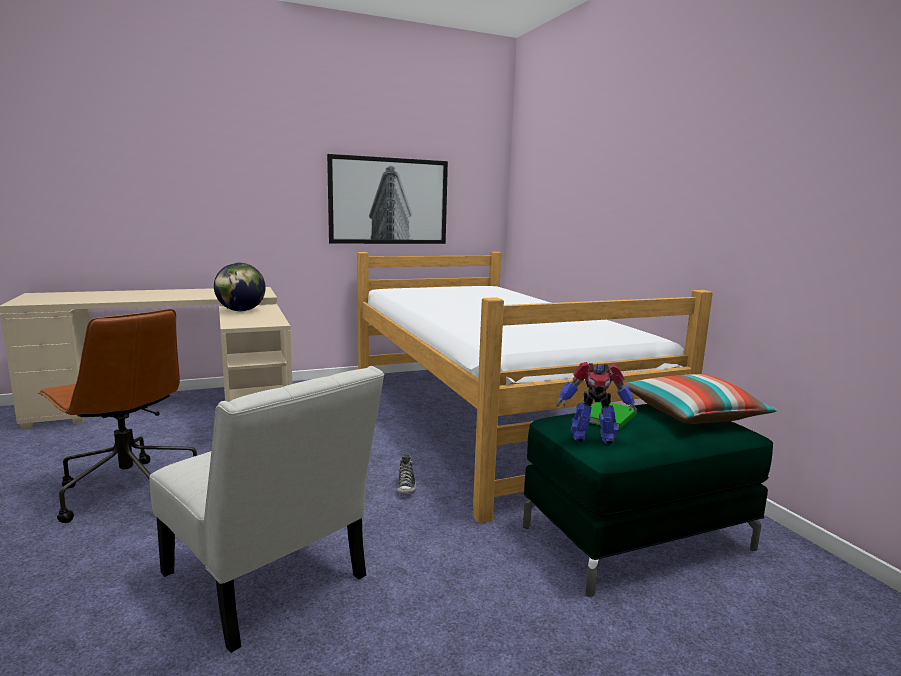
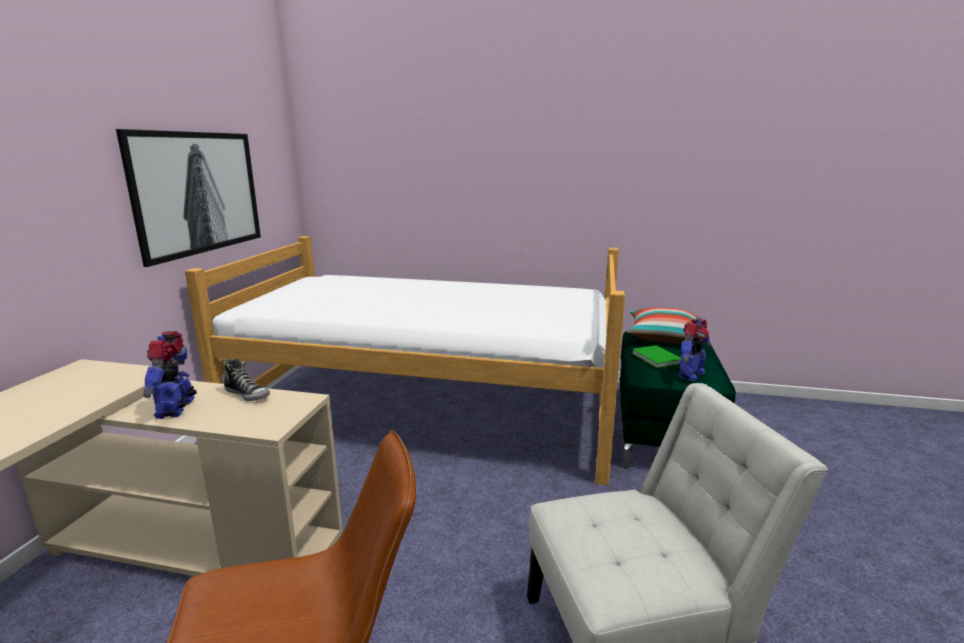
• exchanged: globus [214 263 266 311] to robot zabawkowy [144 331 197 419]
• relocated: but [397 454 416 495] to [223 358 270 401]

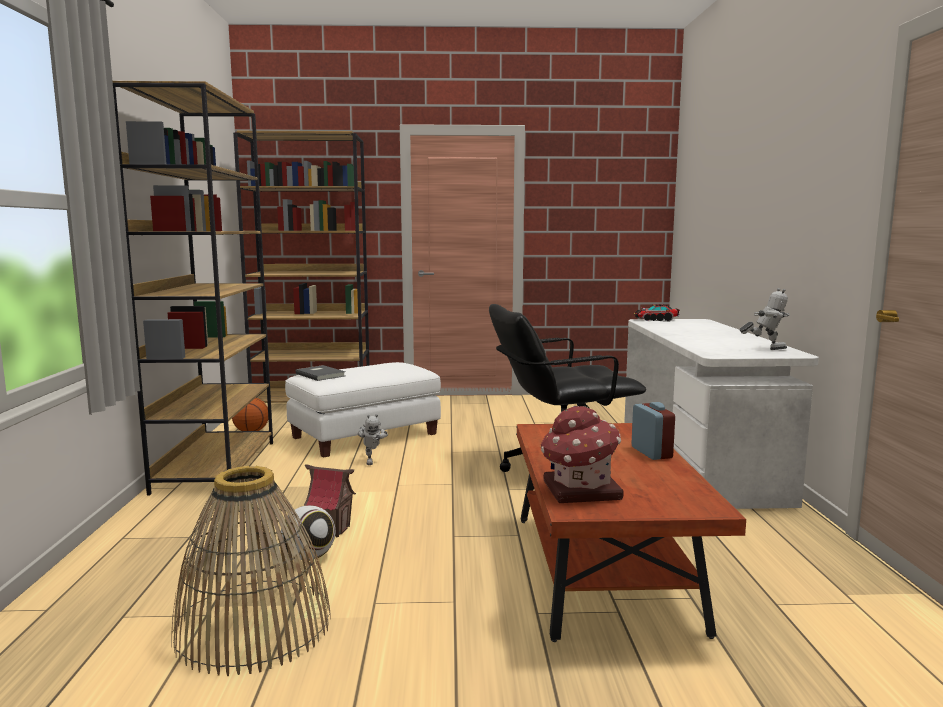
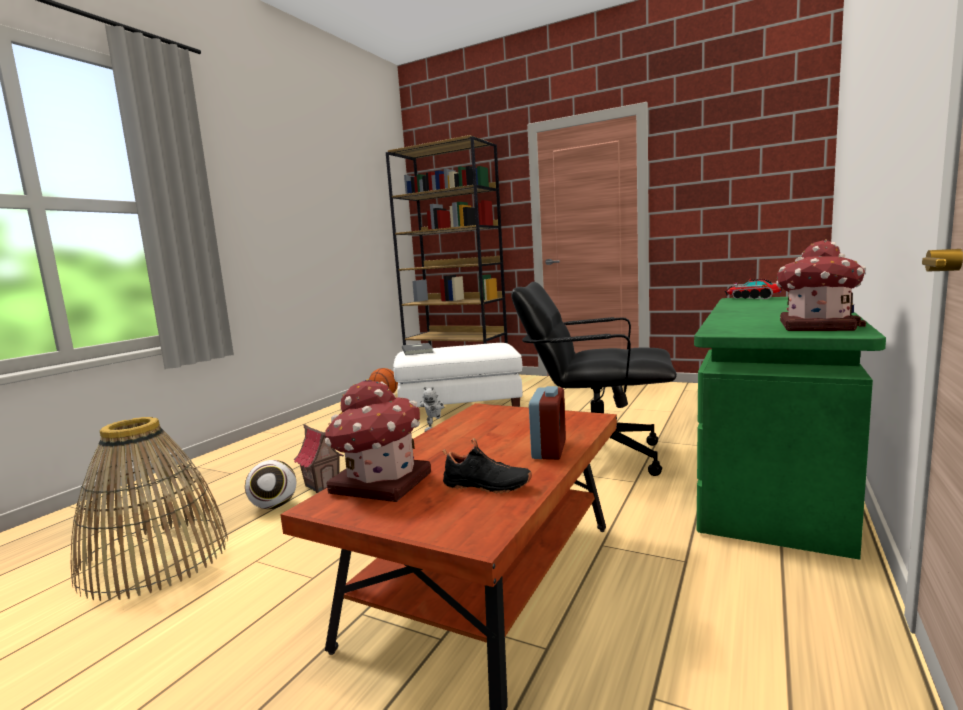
• missing: regał (brązowy) [113 81 273 496]
• colour: biurko (biały) [624 319 819 509] to biurko (zielony) [694 297 886 560]
• exchanged: robot zabawkowy [739 288 790 350] to domek [776 239 866 331]
• appeared: but (czarny) [442 438 532 493]

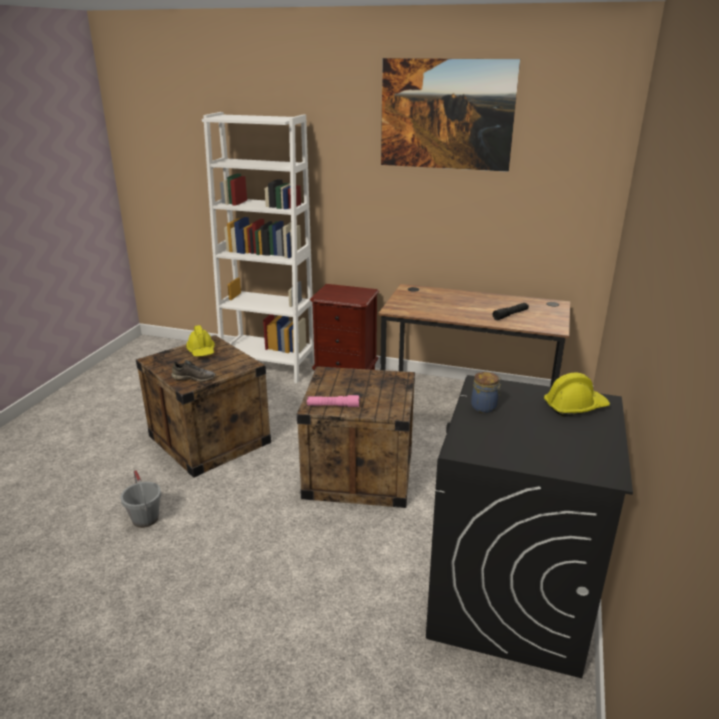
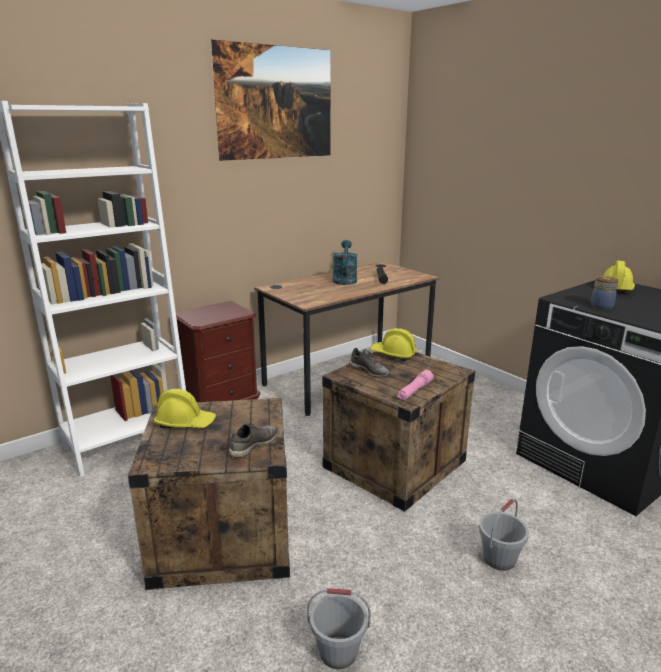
• appeared: konewka (turkusowy) [332 240 358 285]
• appeared: but (szary) [349 348 390 378]
• appeared: kask (żółty) [370 328 417 361]
• appeared: wiadro (szary) [479 499 529 571]

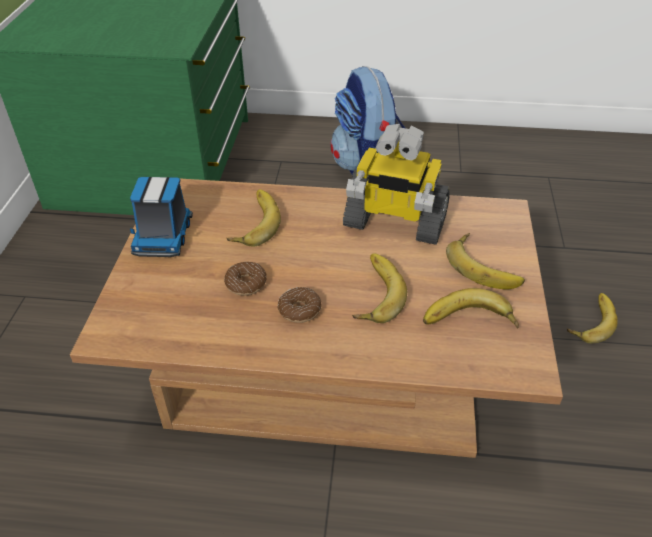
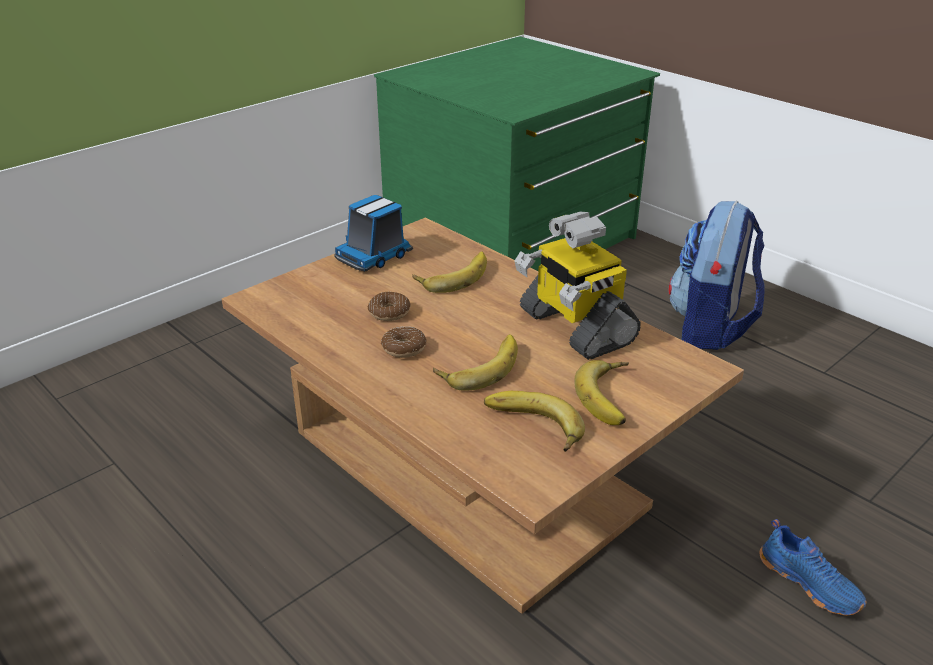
• exchanged: banan [567 293 618 343] to but (niebieski) [760 519 867 616]

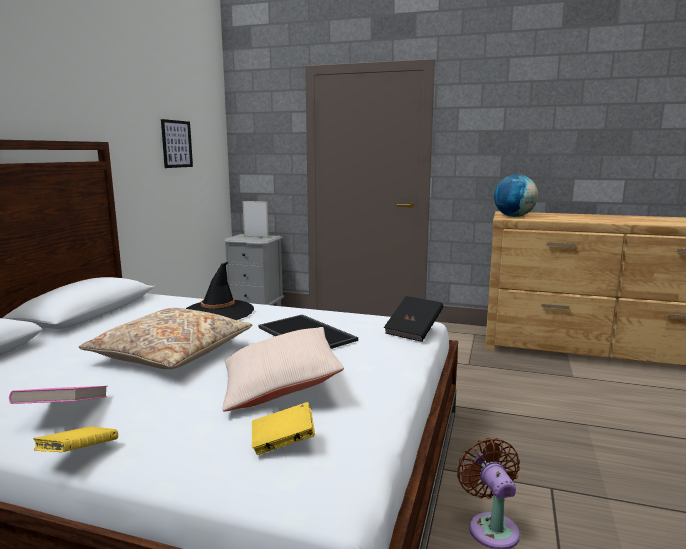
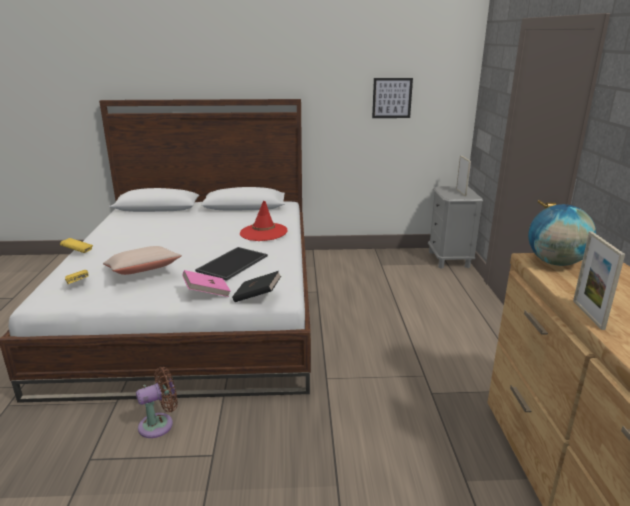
• relocated: książka (różowy) [9 386 108 404] to [182 270 231 297]
• missing: poduszka (beżowy) [79 308 253 369]
• colour: kapelusz (czarny) [186 261 254 320] to kapelusz (czerwony) [240 201 288 241]
• appeared: ramka na zdjęcie [573 232 625 330]

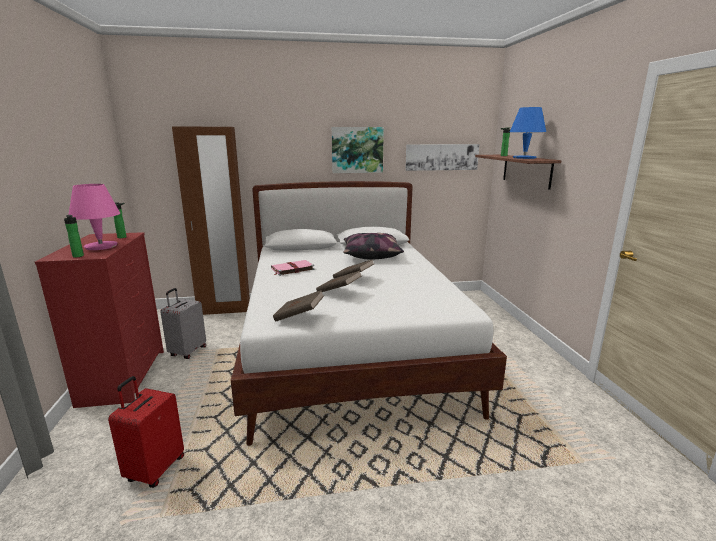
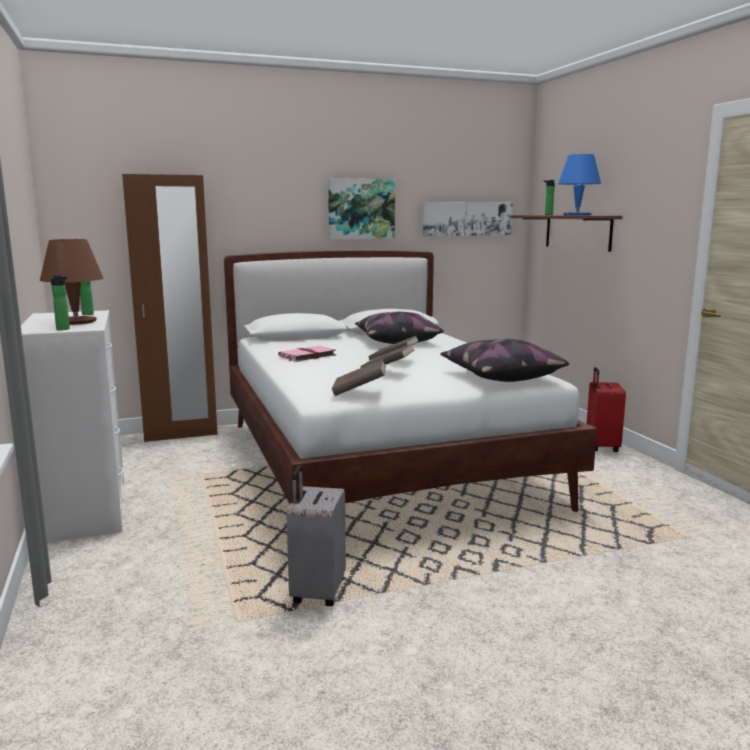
• colour: komoda (czerwony) [35 232 164 408] to komoda (biały) [21 310 124 543]
• colour: lampa stołowa (różowy) [69 184 120 250] to lampa stołowa (brązowy) [40 239 104 325]
• relocated: walizka (czerwony) [108 376 184 488] to [587 367 626 452]
• relocated: walizka (szary) [160 288 206 359] to [286 465 346 606]
• appeared: poduszka [440 339 569 382]

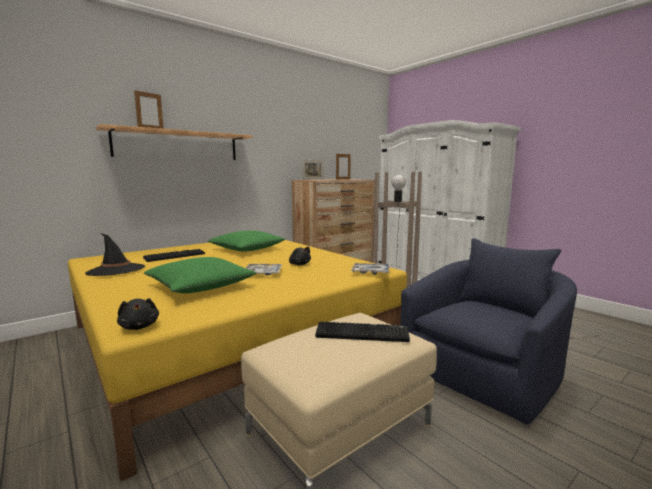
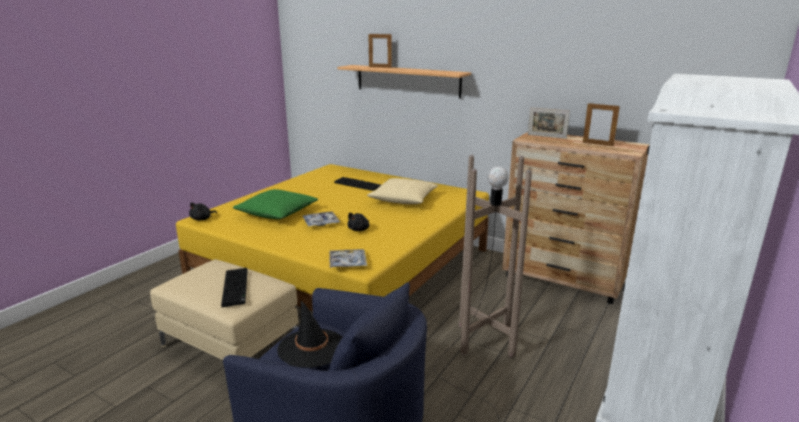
• relocated: kapelusz (czarny) [85 233 145 276] to [277 300 342 368]
• colour: poduszka (zielony) [208 230 285 252] to poduszka (beżowy) [367 178 438 204]

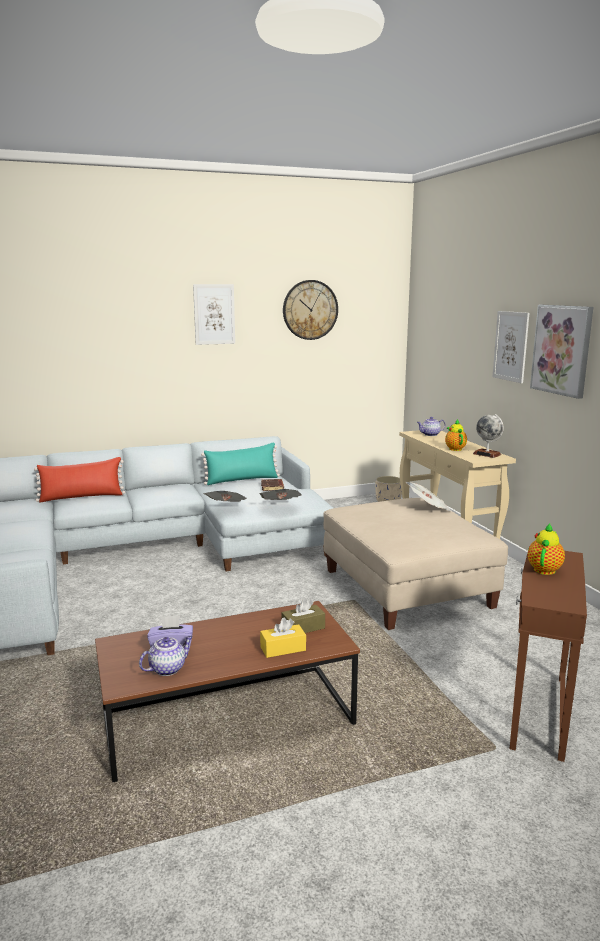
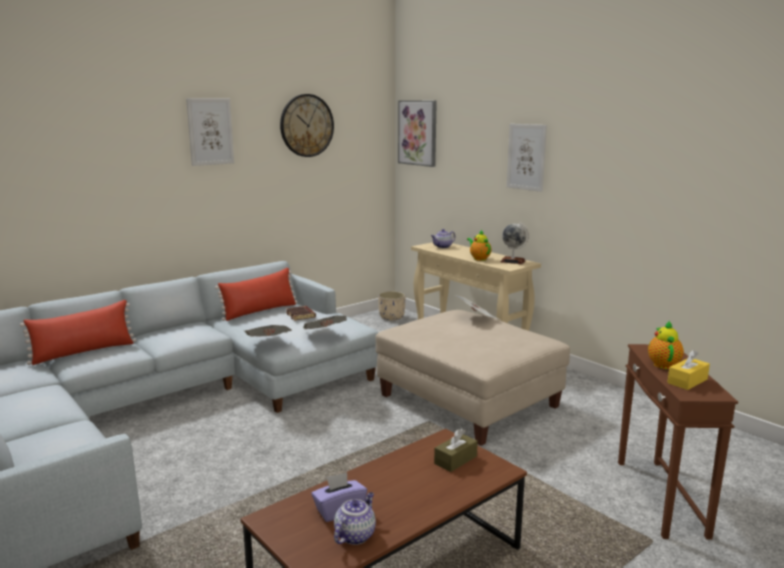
• colour: poduszka (turkusowy) [201 442 280 485] to poduszka (czerwony) [215 268 297 321]
• relocated: pudełko chusteczek (żółty) [260 617 306 658] to [667 350 710 390]
• relocated: obraz [530 305 593 399] to [398 100 437 167]

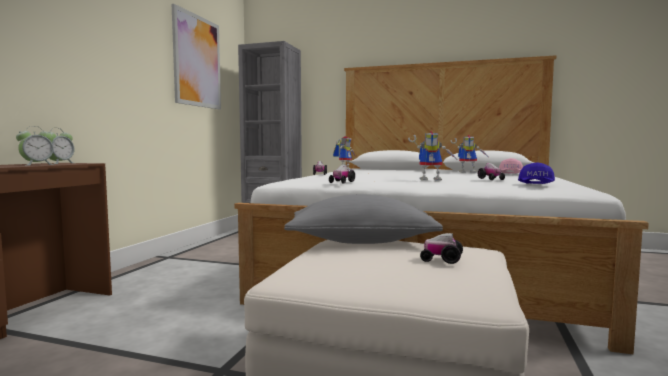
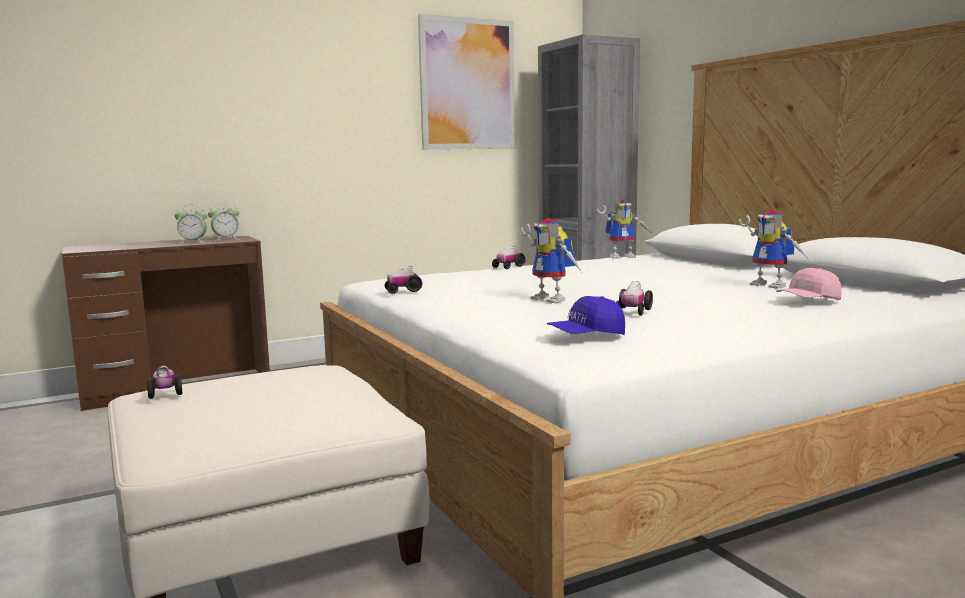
• missing: poduszka (szary) [284 194 443 244]
• relocated: samochodzik [420 233 463 264] to [147 366 182 399]

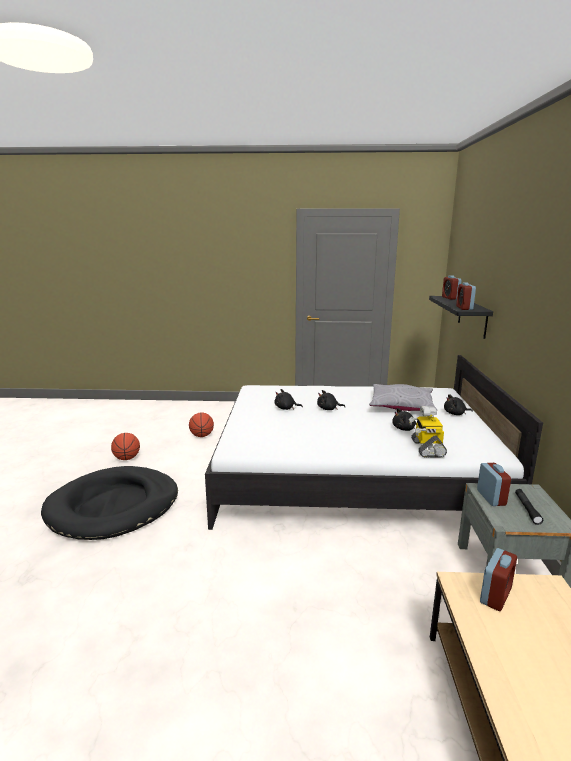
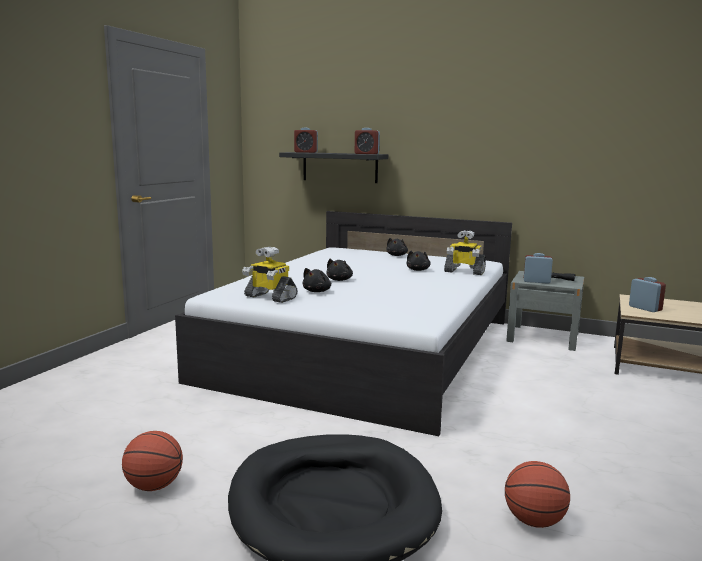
• relocated: piłka do koszykówki [189 412 214 437] to [505 461 570 528]
• missing: poduszka (szary) [369 384 437 411]
• appeared: robot zabawkowy [242 247 297 303]

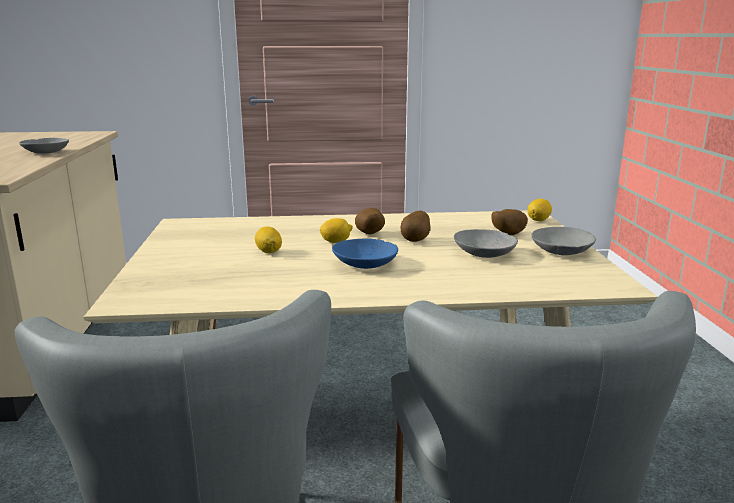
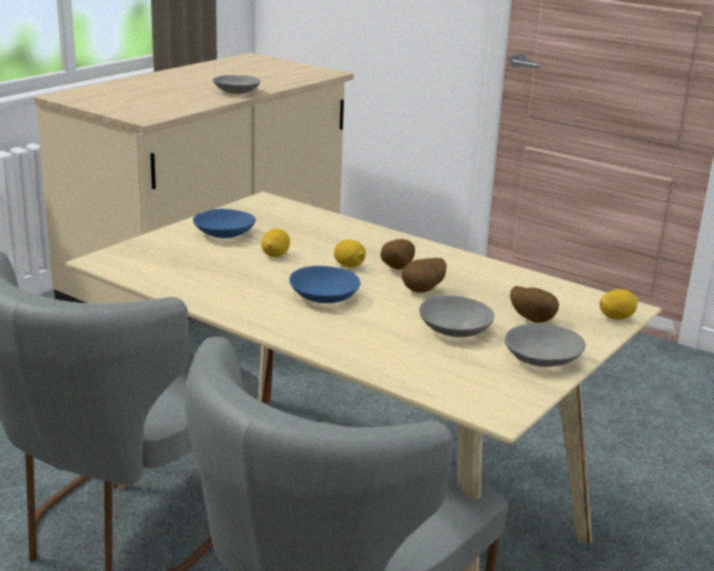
• appeared: miska (niebieski) [193 209 256 238]

